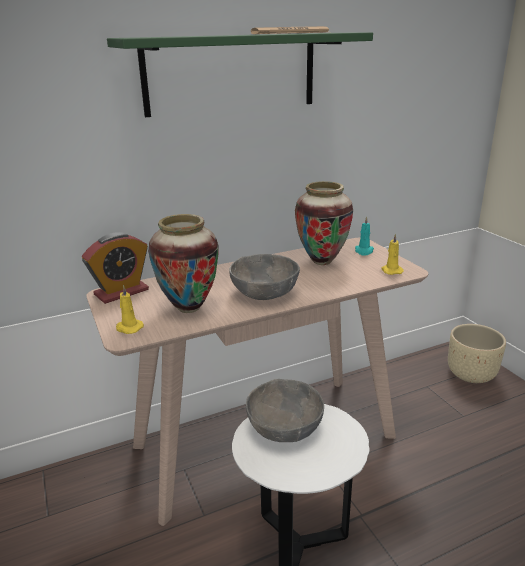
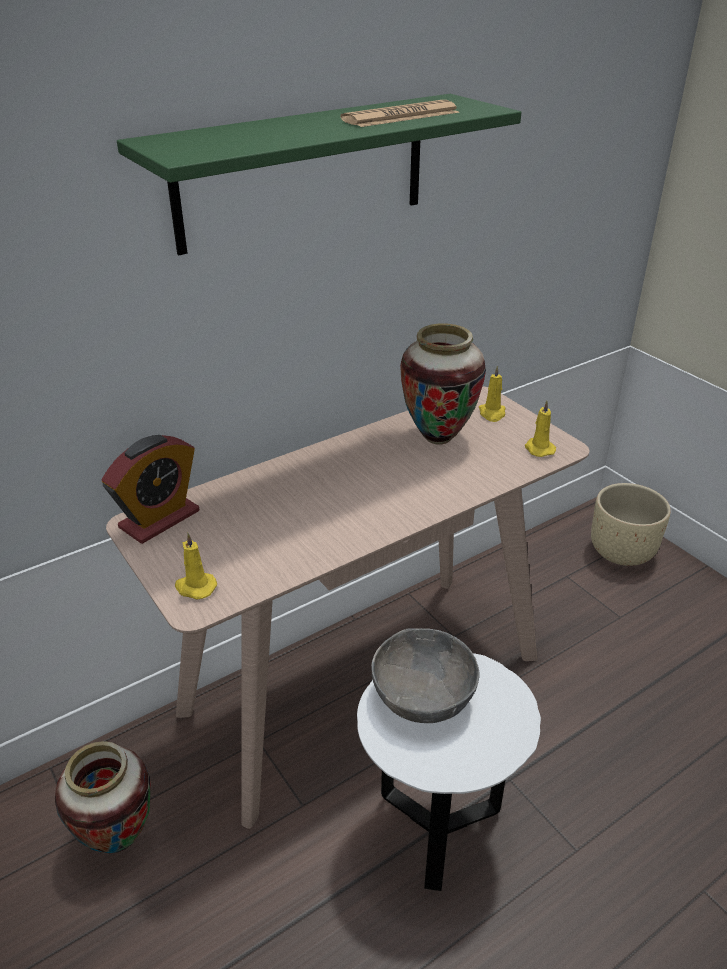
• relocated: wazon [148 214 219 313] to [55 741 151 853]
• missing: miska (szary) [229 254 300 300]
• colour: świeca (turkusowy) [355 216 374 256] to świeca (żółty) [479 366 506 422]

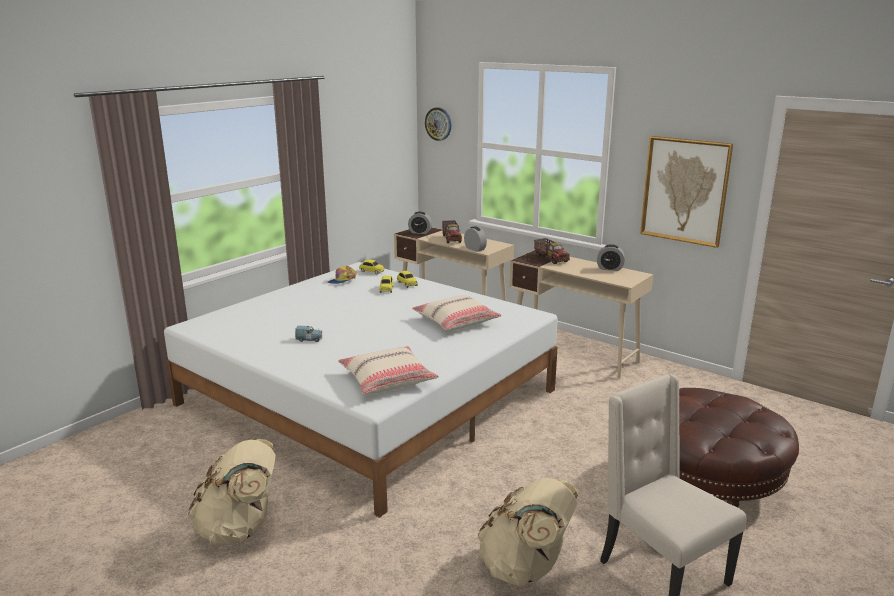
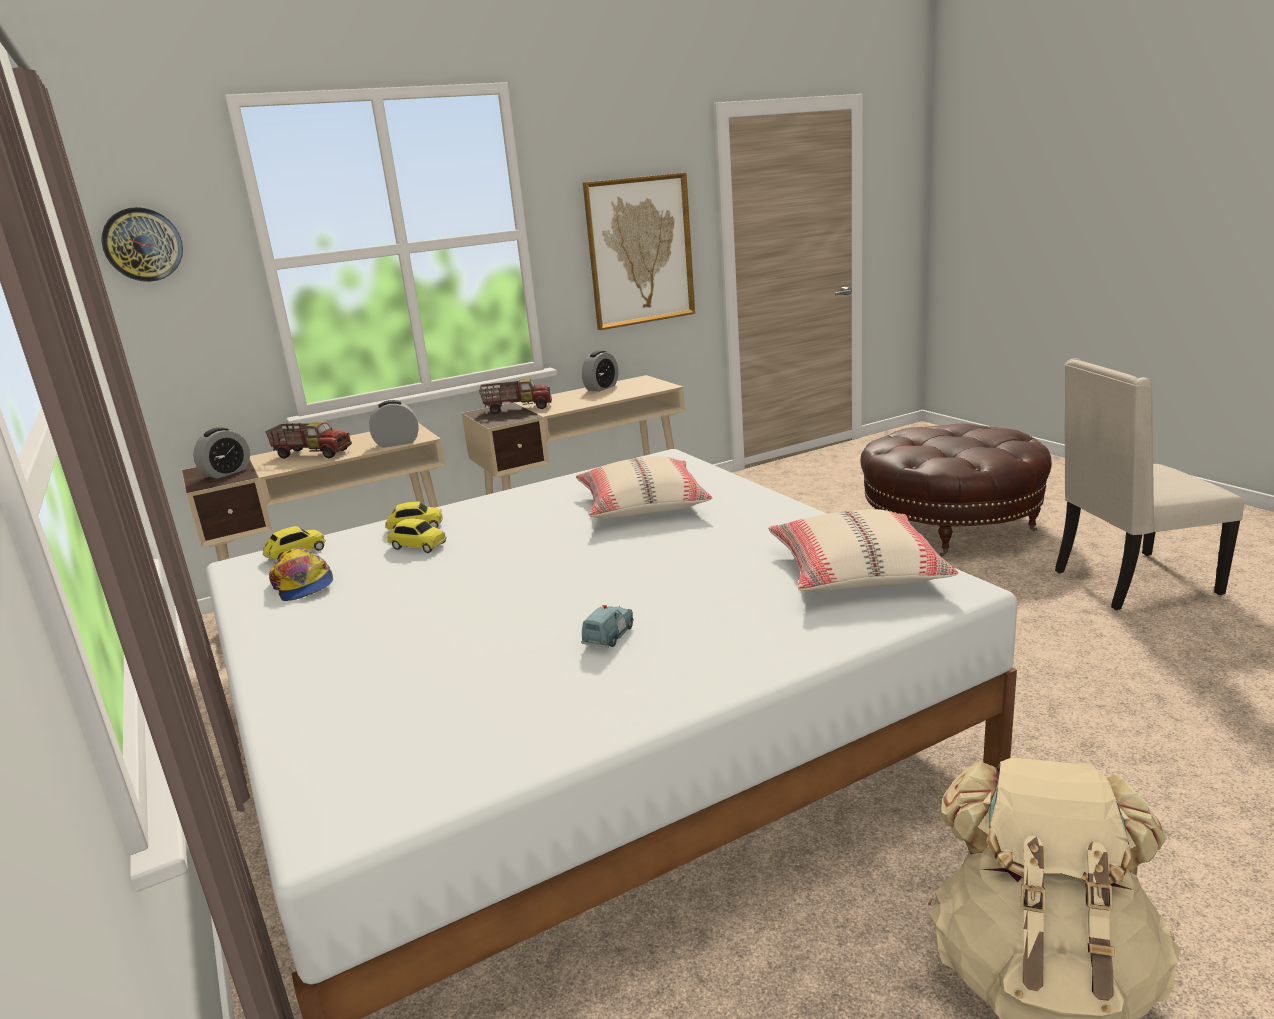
• missing: plecak (beżowy) [477 478 579 586]

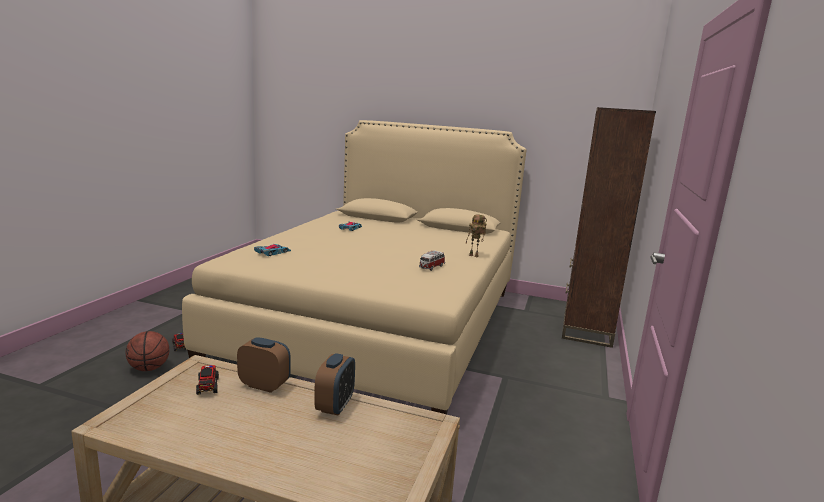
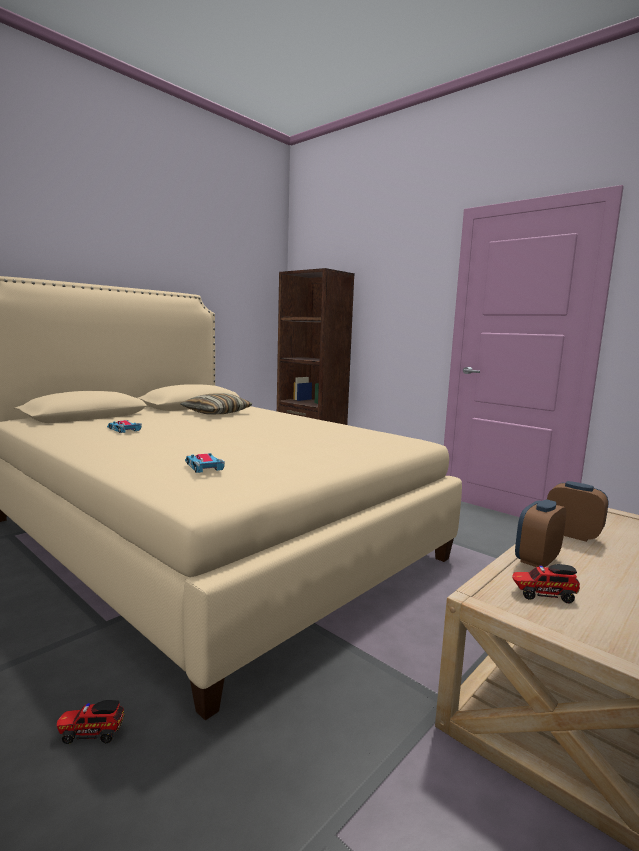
• missing: piłka do koszykówki [125 331 169 371]
• missing: samochodzik [419 251 445 271]
• missing: robot zabawkowy [466 215 487 257]
• appeared: poduszka [180 393 252 415]

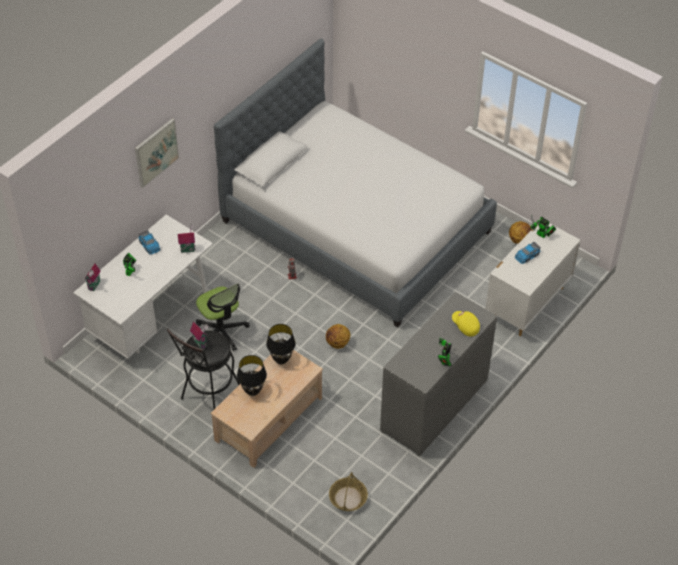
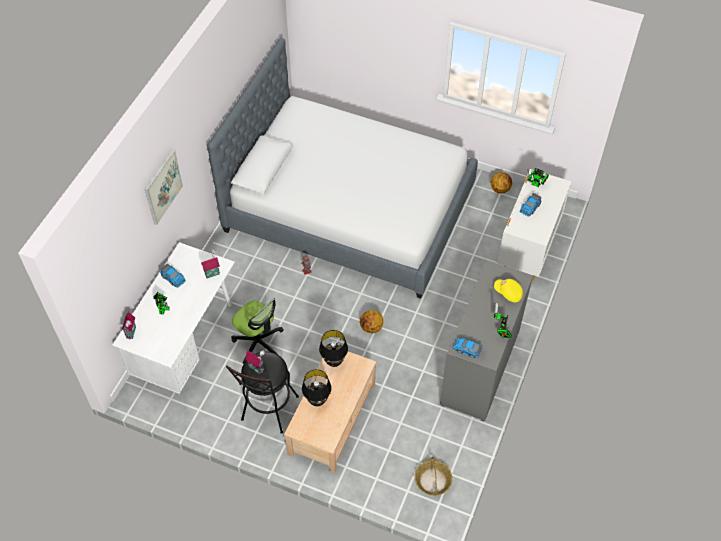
• appeared: samochodzik [452 338 483 358]

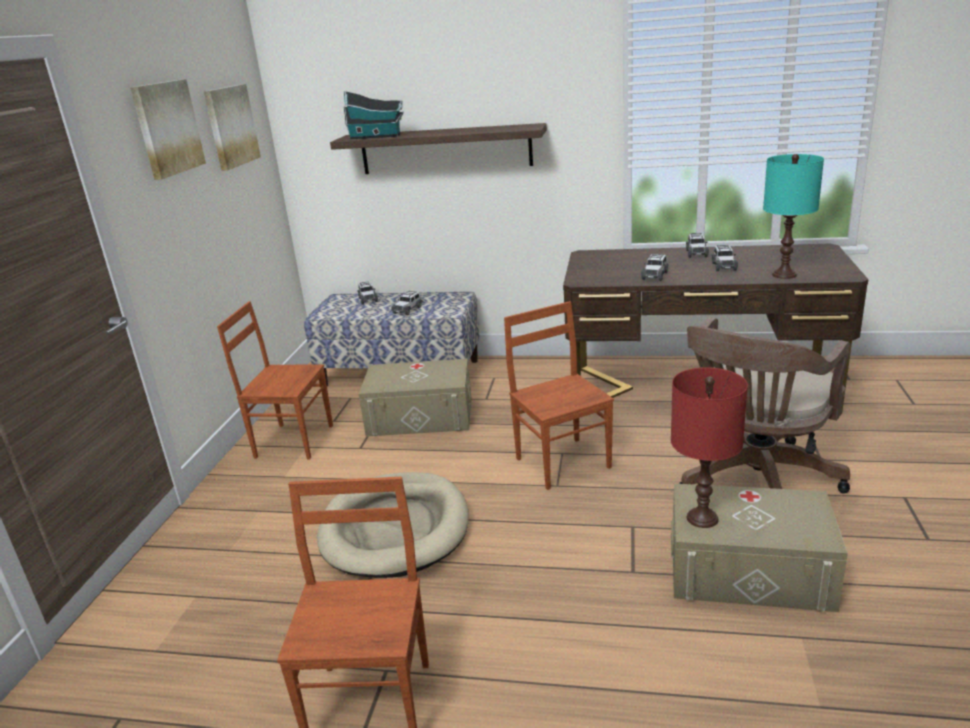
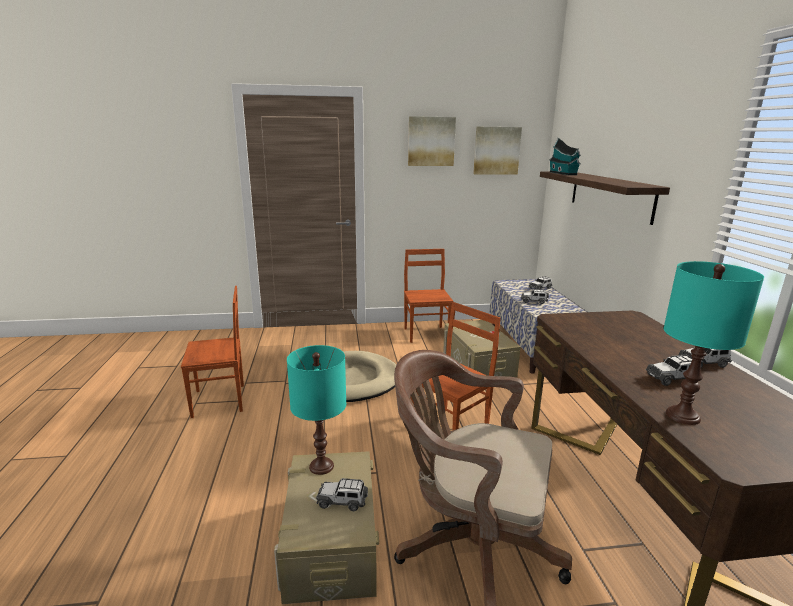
• relocated: samochodzik [641 253 669 281] to [316 478 368 511]
• colour: lampa stołowa (czerwony) [671 367 748 528] to lampa stołowa (turkusowy) [287 345 346 475]

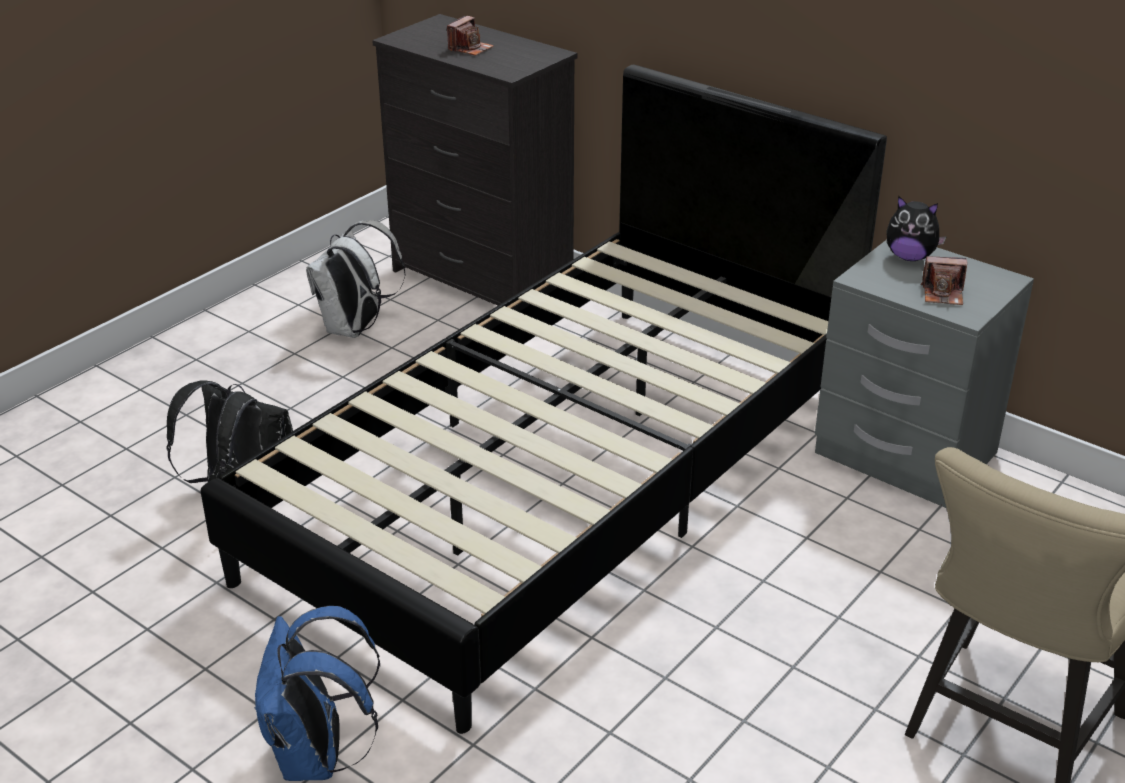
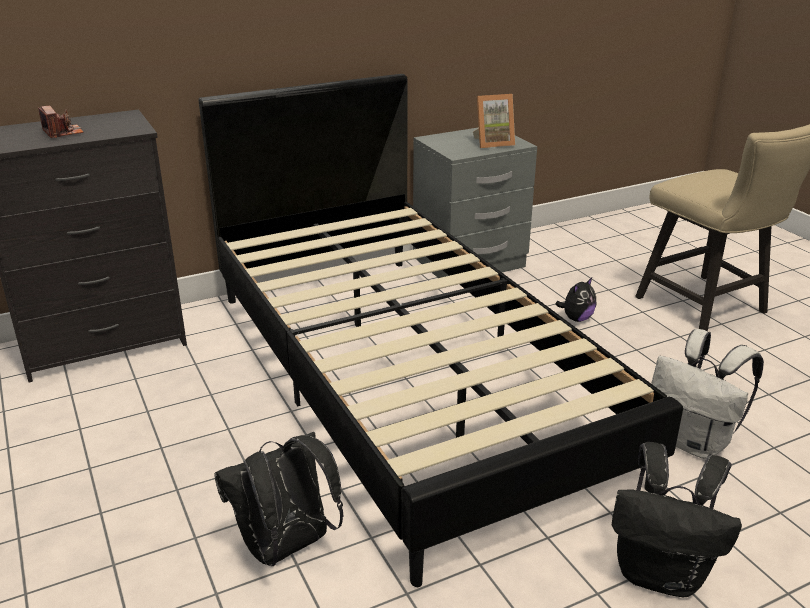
• colour: plecak (niebieski) [255 606 380 781] to plecak (czarny) [612 442 742 597]
• relocated: plecak (biały) [306 220 406 338] to [651 329 764 459]
• relocated: pluszak [887 196 947 261] to [555 278 596 322]
• exchanged: aparat fotograficzny [921 256 967 305] to ramka na zdjęcie [473 94 515 148]

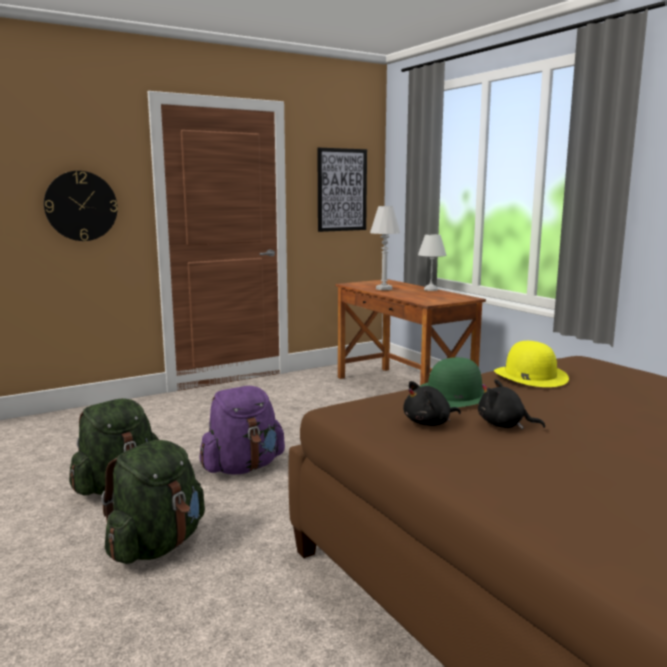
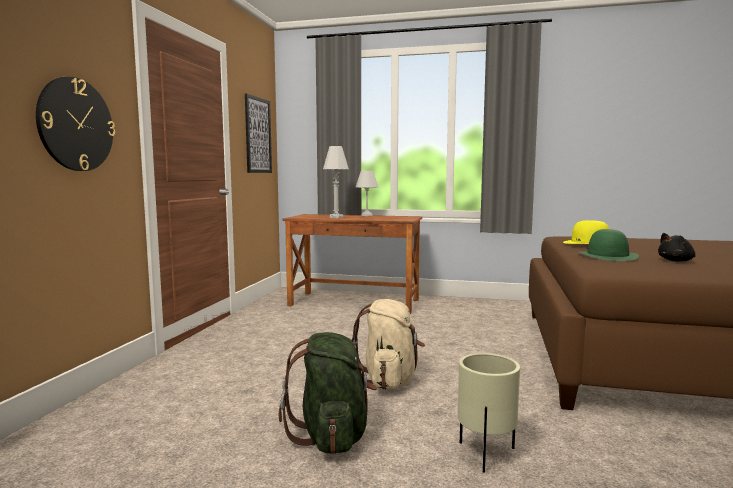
• exchanged: plecak (zielony) [101 440 205 564] to donica (beżowy) [458 353 520 473]
• colour: plecak (fioletowy) [199 386 285 475] to plecak (beżowy) [351 299 425 389]
• missing: pluszak (czarny) [403 381 461 426]

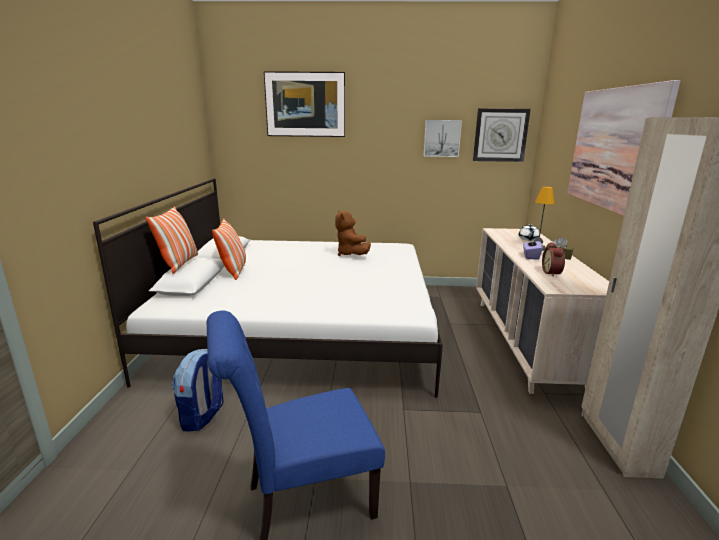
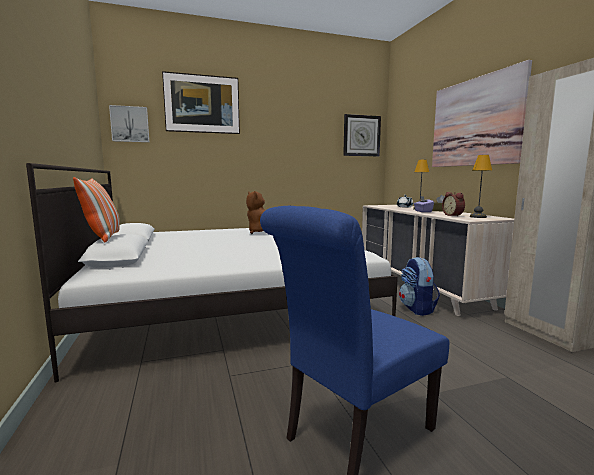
• relocated: plecak [172 349 224 431] to [399 257 440 316]
• missing: poduszka [212 219 246 280]
• relocated: obraz [424 120 462 157] to [109 105 149 142]
• appeared: lampa stołowa [470 155 492 218]

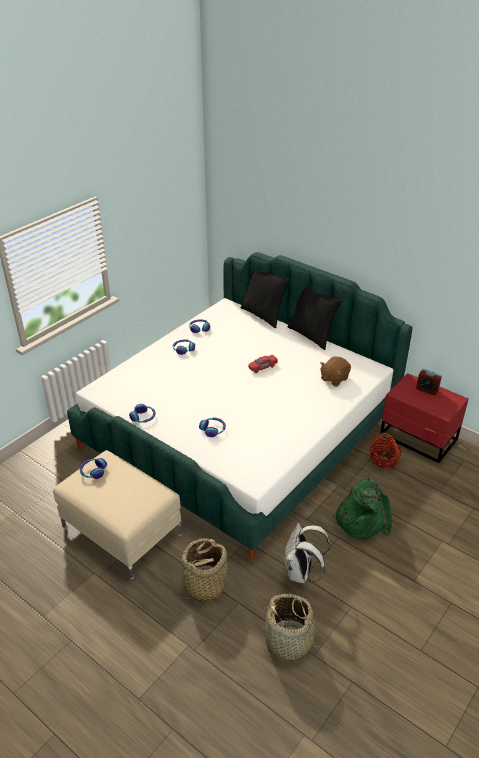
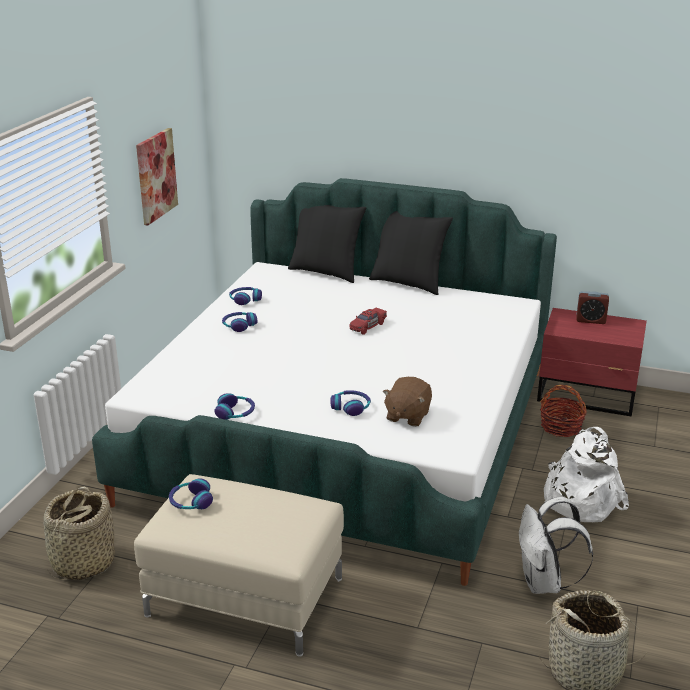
• relocated: koszyk [180 538 227 601] to [44 487 115 580]
• relocated: pluszak (brązowy) [321 356 351 387] to [383 377 432 427]
• colour: plecak (zielony) [333 478 392 540] to plecak (biały) [544 427 629 522]
• appeared: obraz [136 128 178 225]

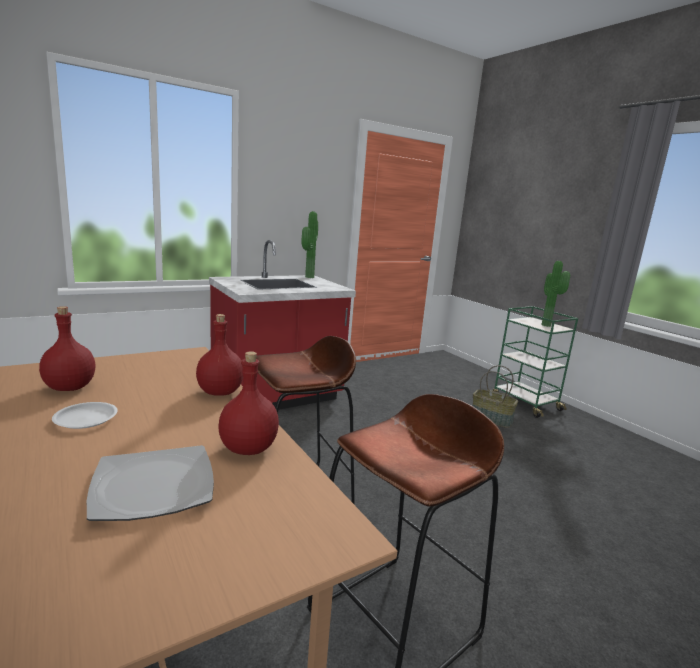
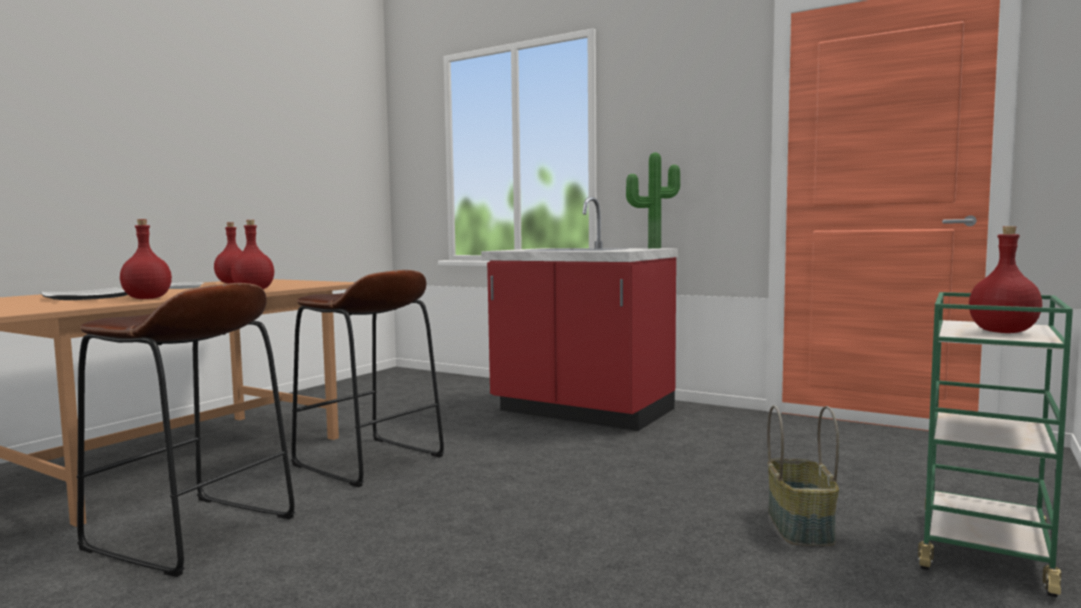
• exchanged: roślina doniczkowa [541 261 570 327] to butelka (czerwony) [969 226 1042 333]

